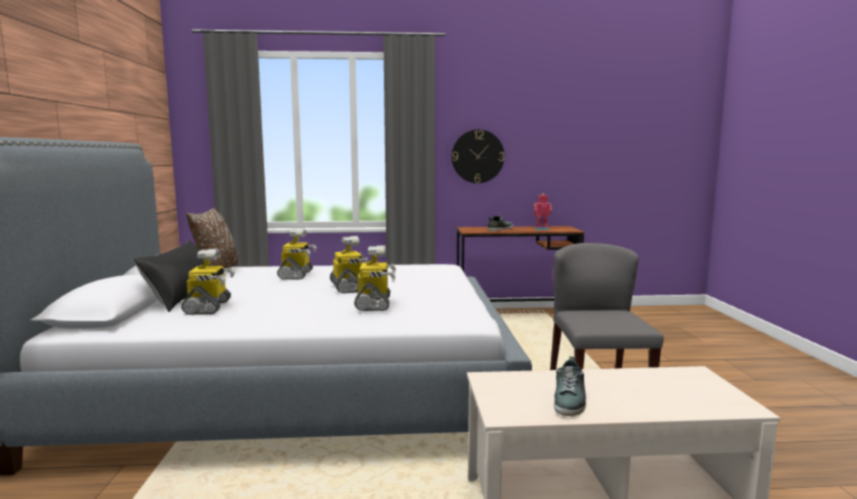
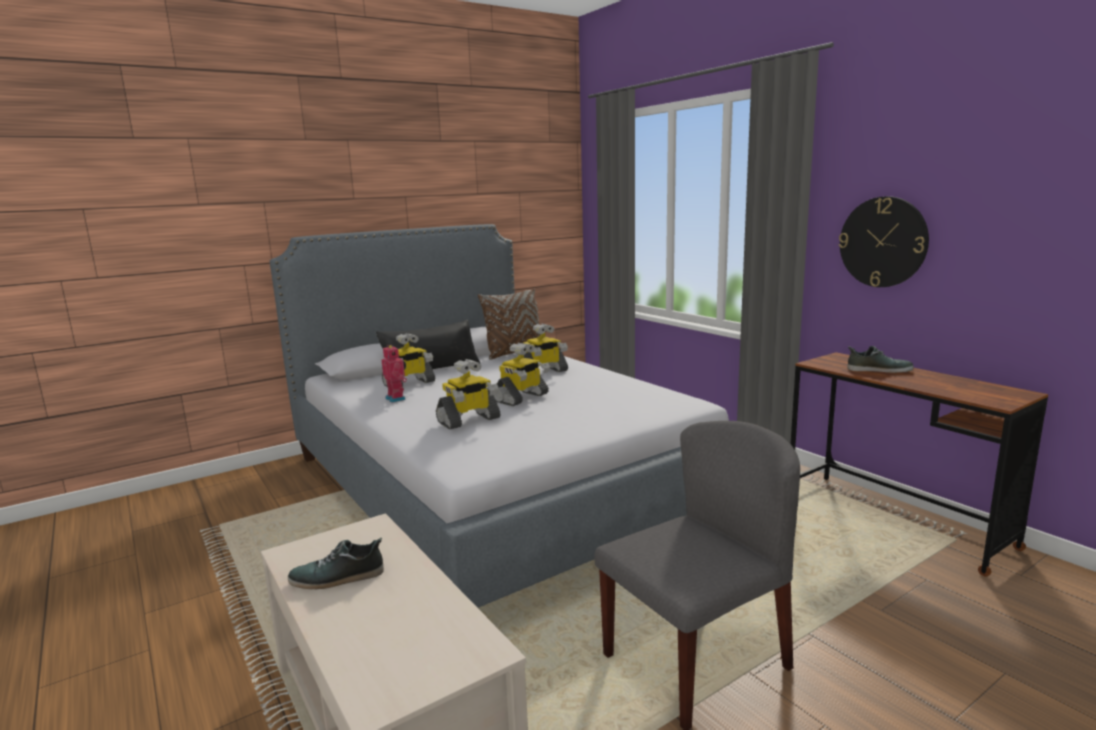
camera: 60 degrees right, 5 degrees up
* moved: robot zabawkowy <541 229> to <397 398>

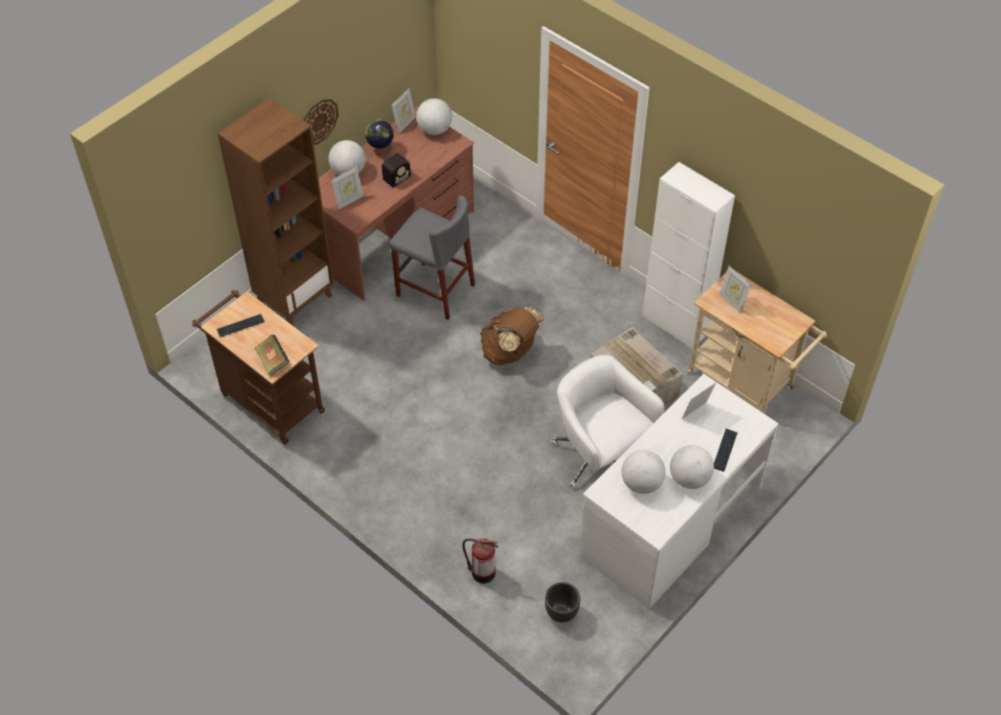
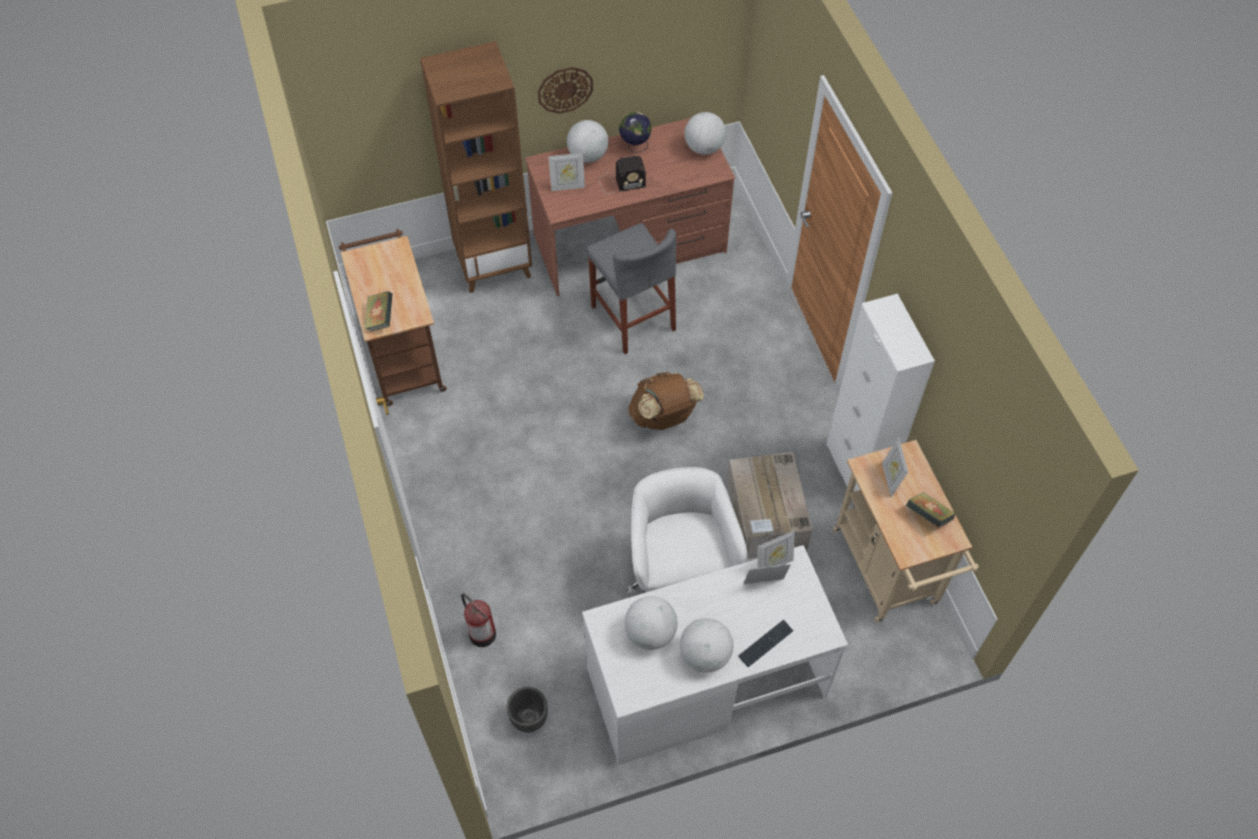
camera: 30 degrees right, 5 degrees up
* removed: klawiatura <240 326>
* moved: ramka na zdjęcie <404 124> to <773 564>
* added: książka <928 516>

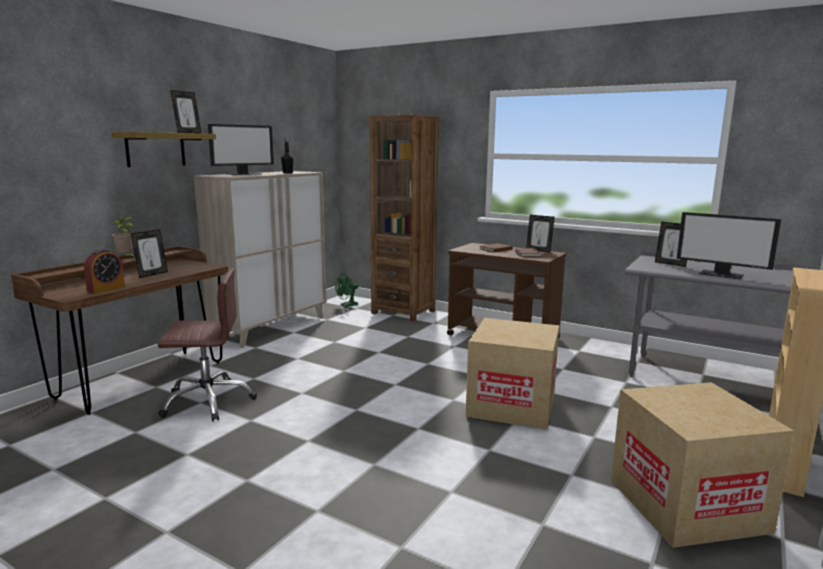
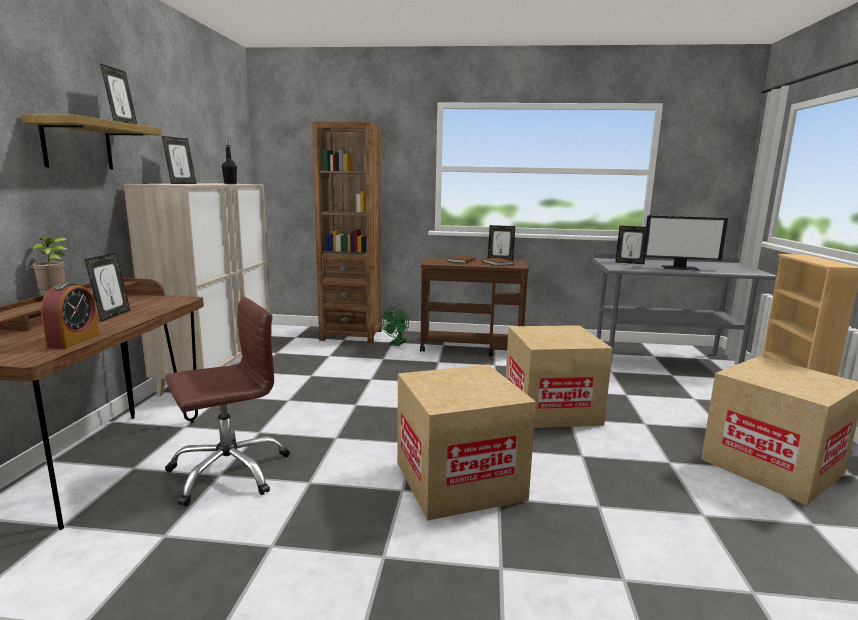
camera: 25 degrees left, 0 degrees up
* replaced: monitor <244 174> to ramka na zdjęcie <181 183>
* moved: wentylator [zielony] <347 305> to <396 344>
* added: karton <459 480>

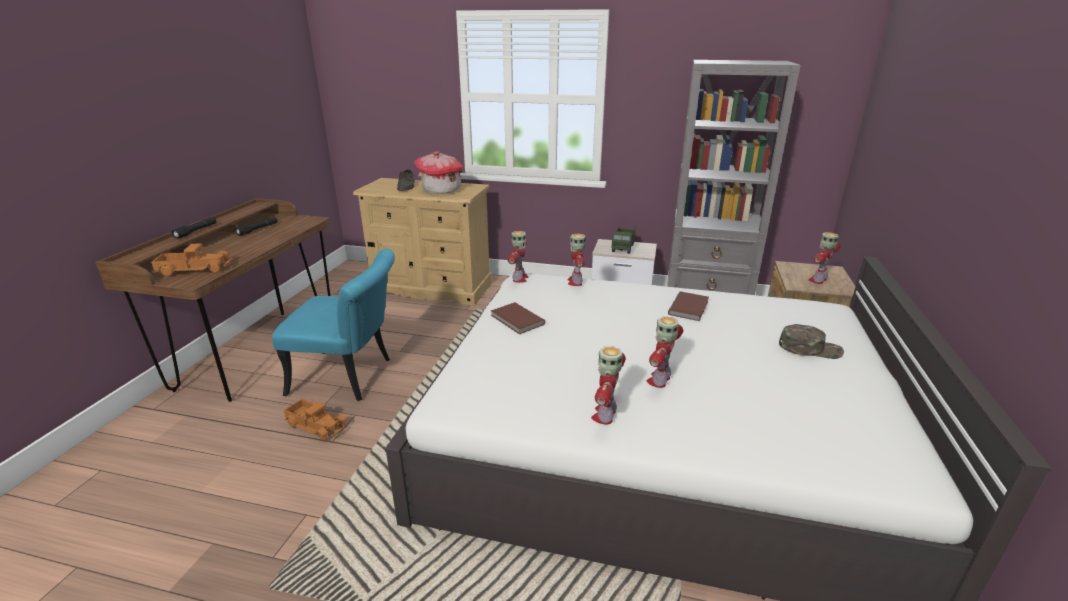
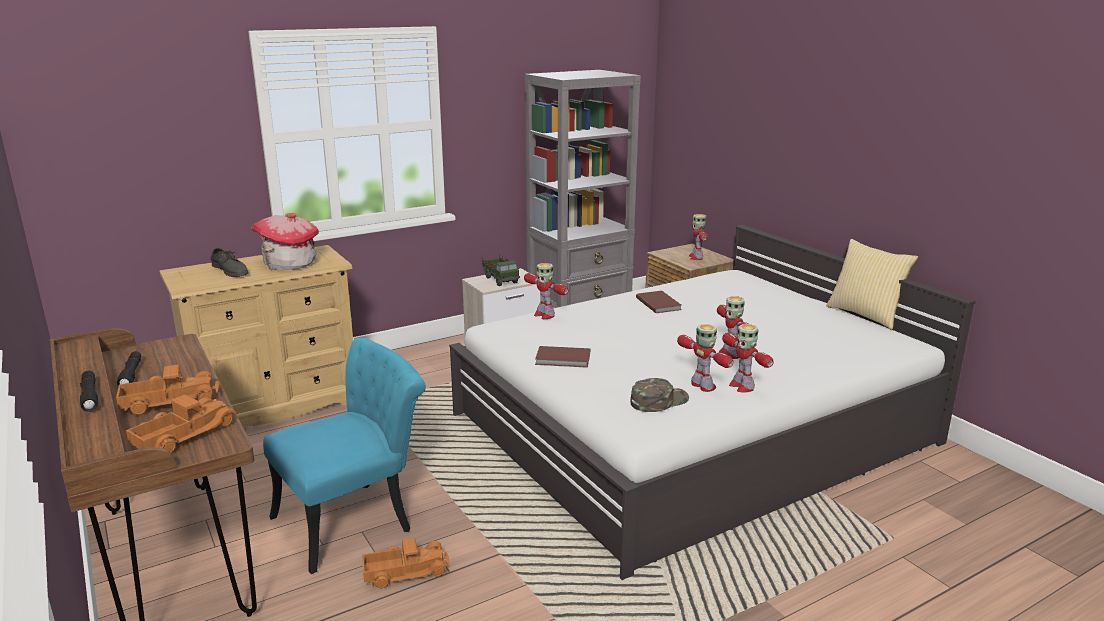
camera: 45 degrees left, 5 degrees down
* moved: robot zabawkowy <519 279> to <703 386>
* moved: czapka z daszkiem [zielony] <810 348> to <658 401>
* added: ciężarówka zabawkowa <169 401>
* added: poduszka <865 315>

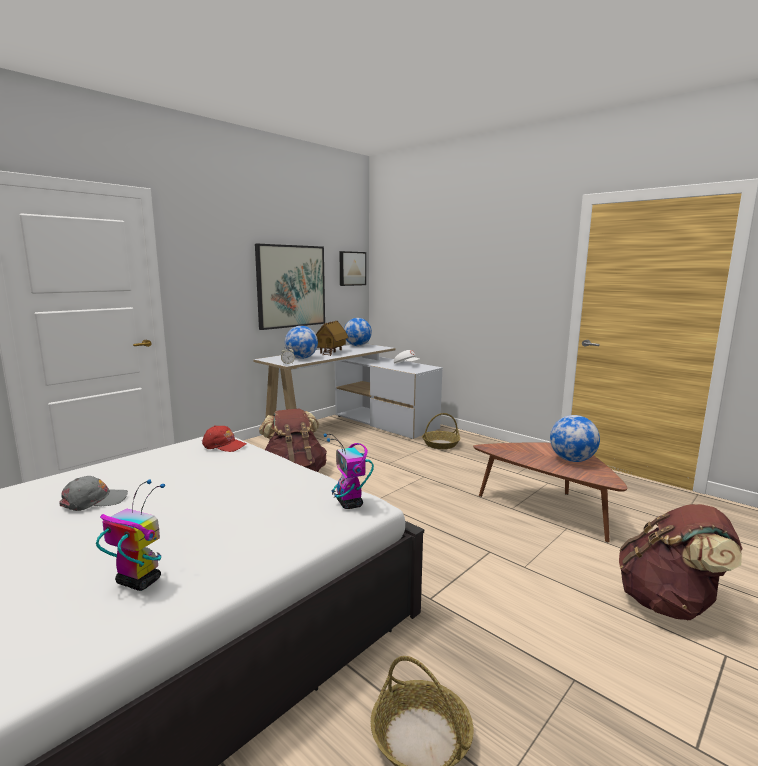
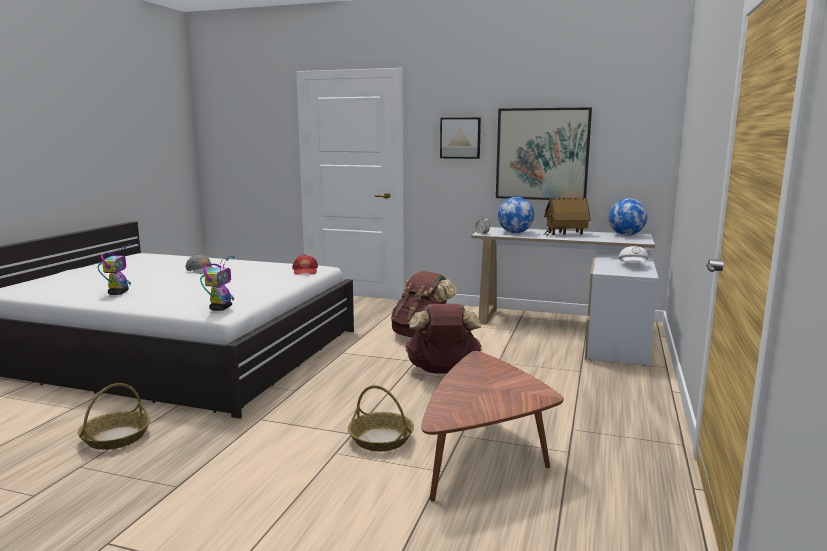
camera: 65 degrees right, 0 degrees up
* turned: robot zabawkowy <349 503> = <221 308> 150 degrees clockwise
* moved: obraz <351 268> to <460 138>
* moved: koszyk <441 444> to <381 439>
* removed: globus <572 460>
* moved: plecak [brązowy] <669 603> to <443 371>

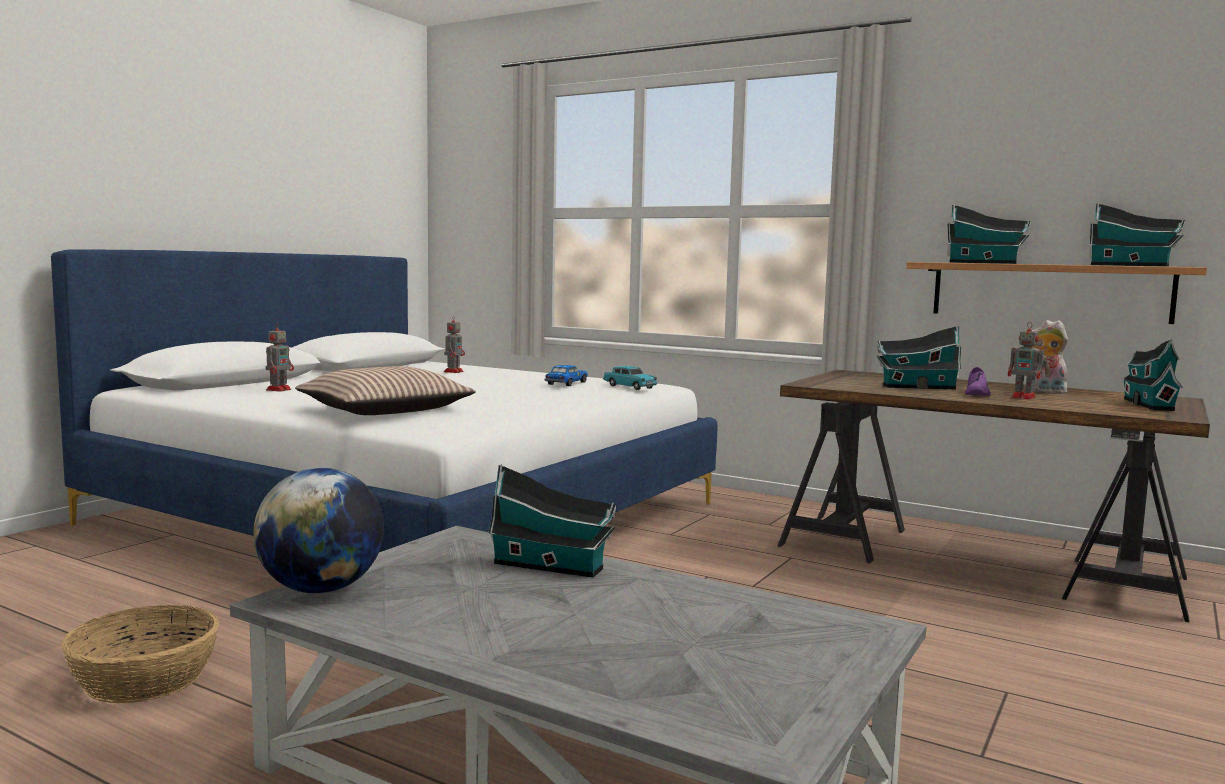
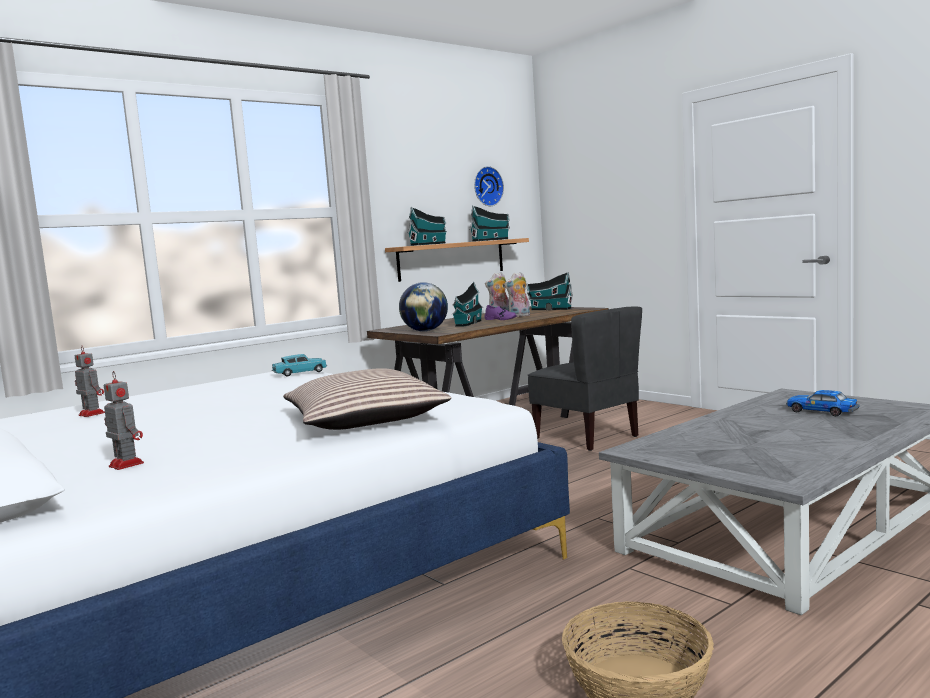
camera: 70 degrees left, 0 degrees up
* moved: globus <321 589> to <425 331>
* removed: domek <552 567>
* moved: samochodzik <566 383> to <822 412>
* replaced: robot zabawkowy <1025 397> to pluszak <519 316>
* added: zegar ścienny <486 186>
* added: krzesło [szary] <587 437>

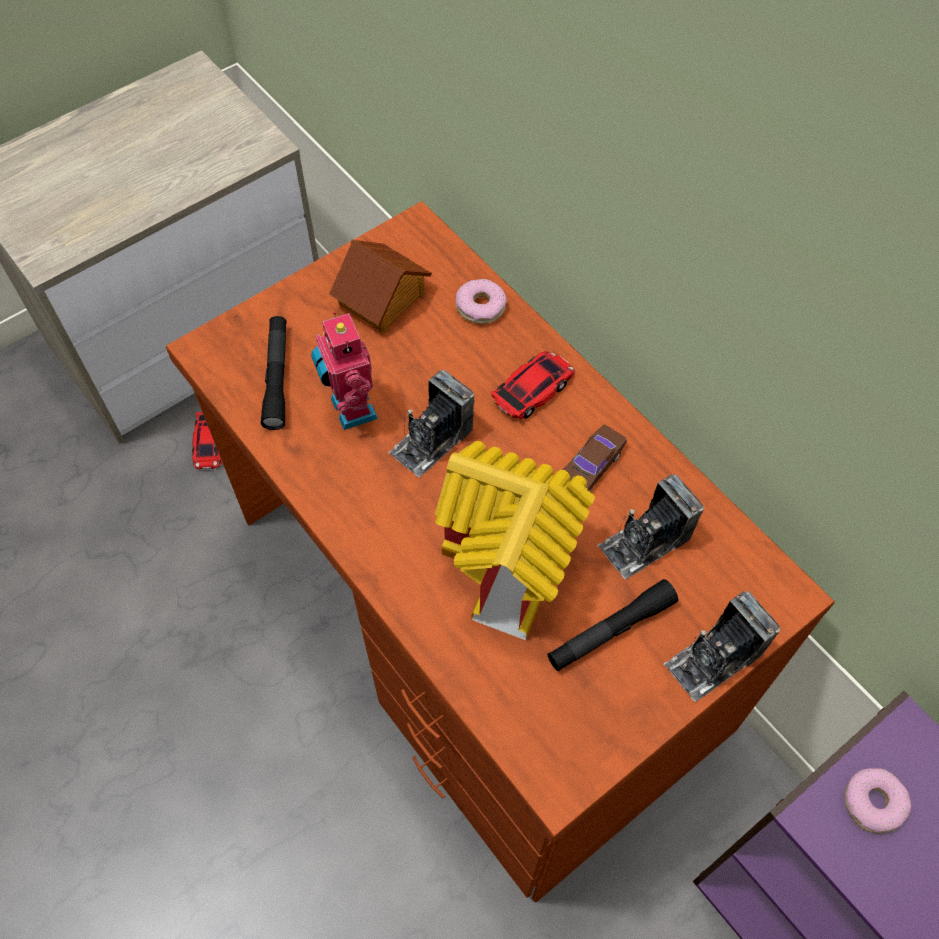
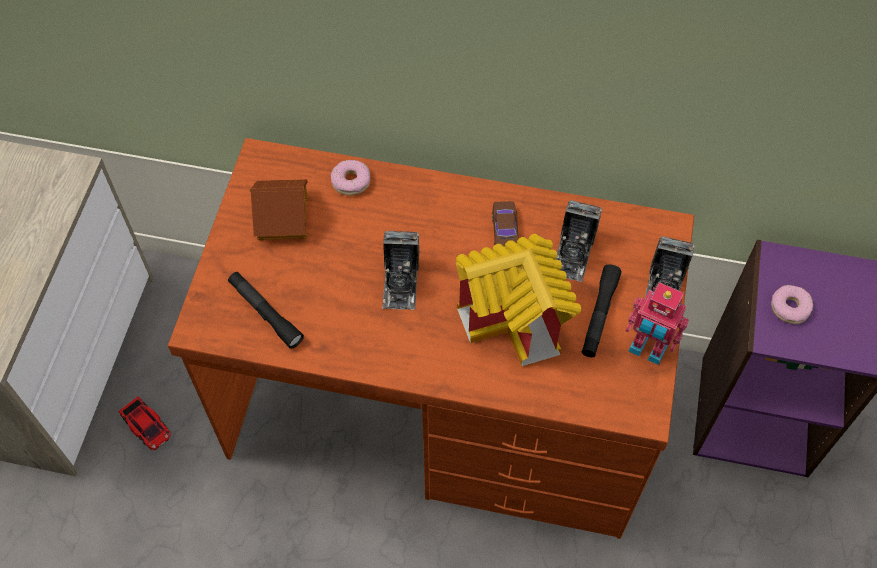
camera: 40 degrees left, 0 degrees up
* moved: robot zabawkowy <350 409> to <647 349>
* removed: samochodzik <533 388>

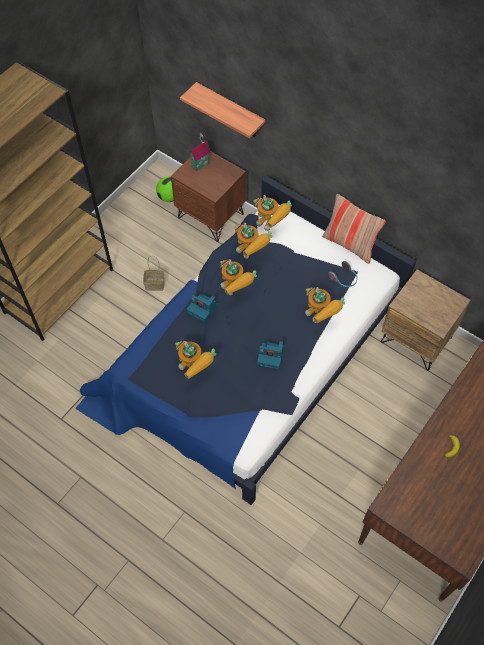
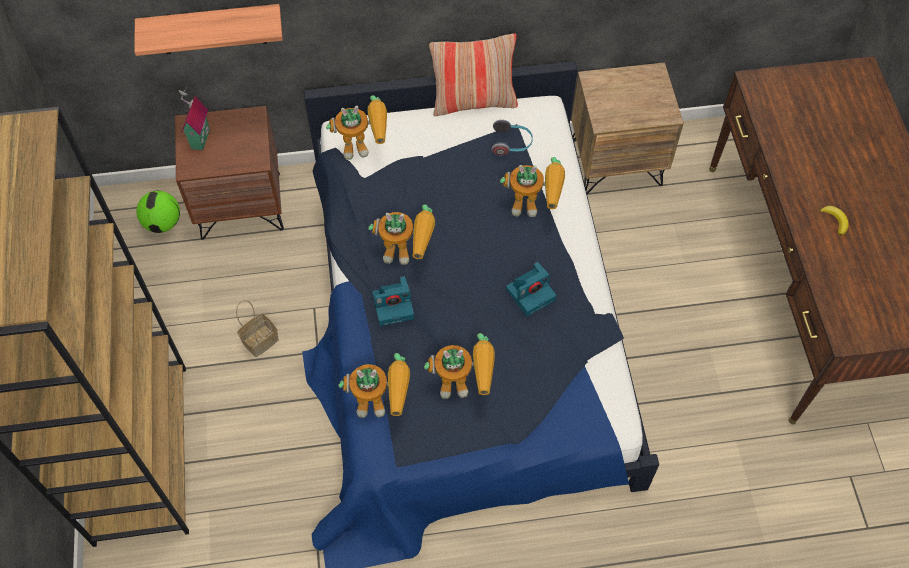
camera: 45 degrees left, 0 degrees up
* moved: robot zabawkowy <251 253> to <383 403>

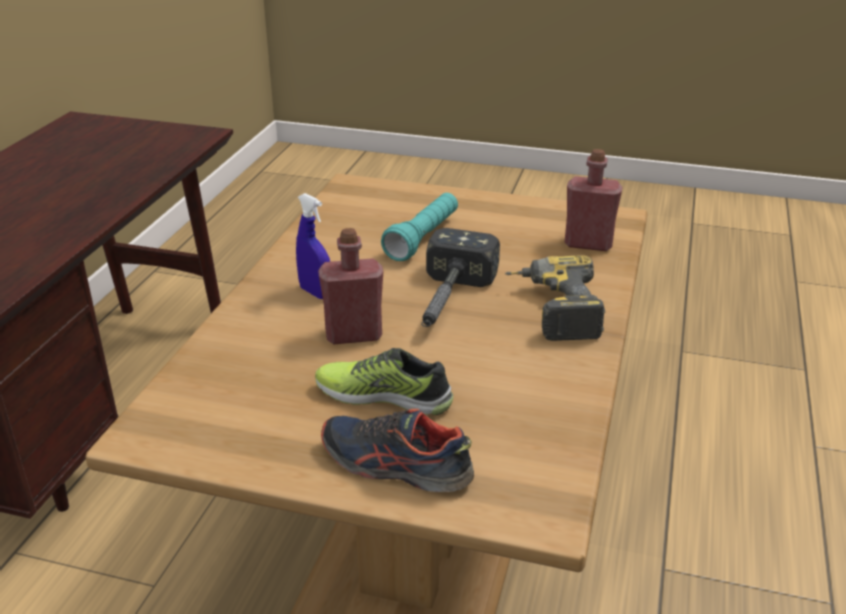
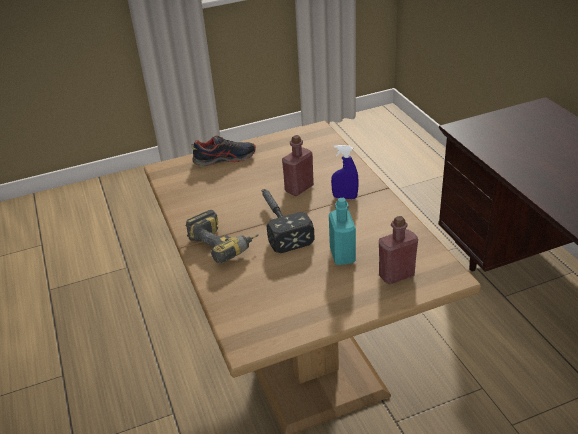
camera: 145 degrees right, 5 degrees up
* removed: but <384 395>
* replaced: latarka [turkusowy] <423 239> to butelka [turkusowy] <342 255>
* moved: butelka [czerwony] <588 244> to <396 275>

